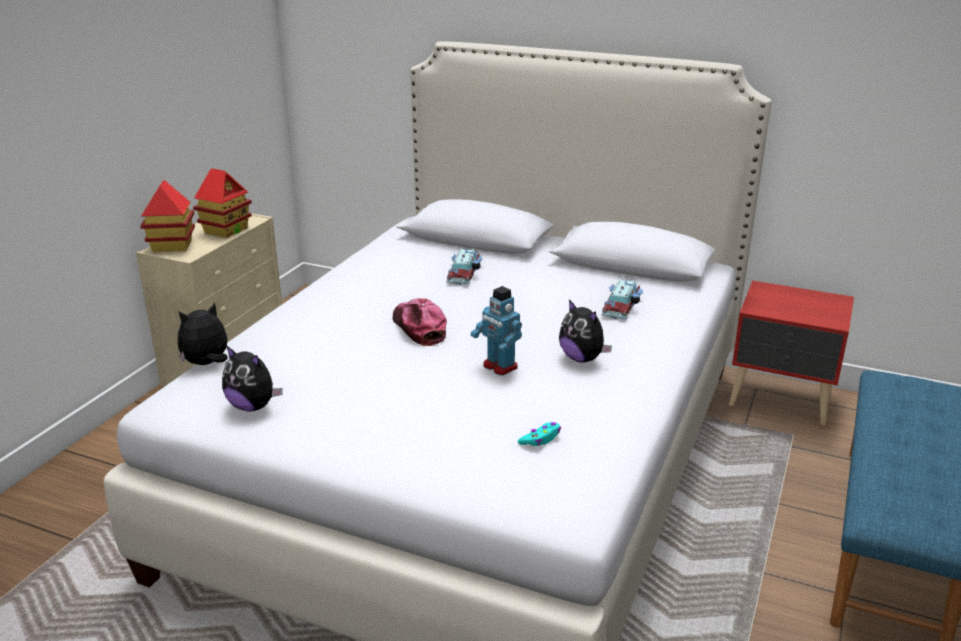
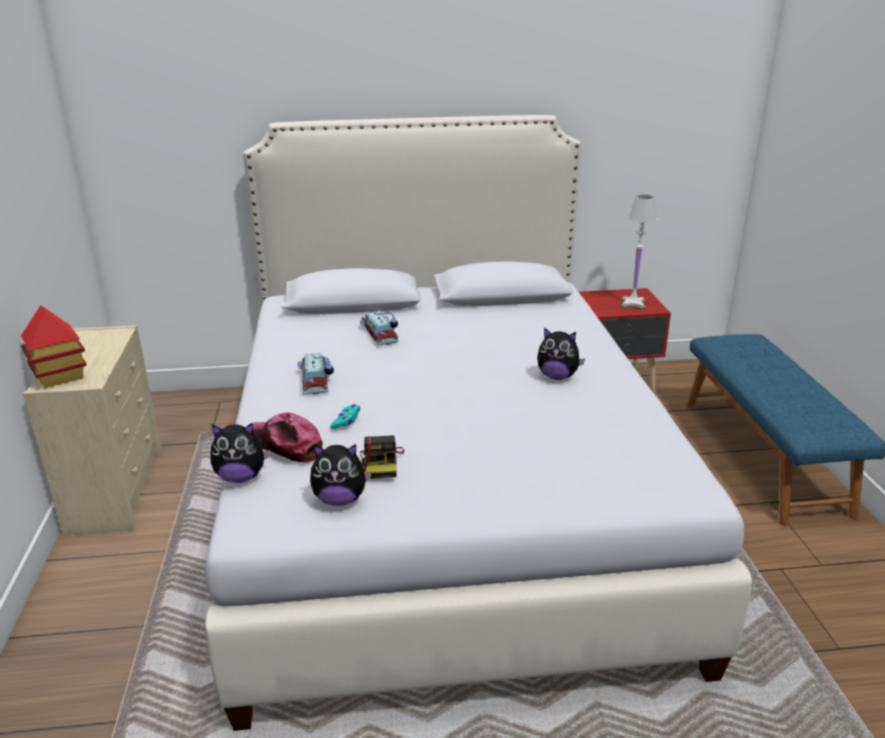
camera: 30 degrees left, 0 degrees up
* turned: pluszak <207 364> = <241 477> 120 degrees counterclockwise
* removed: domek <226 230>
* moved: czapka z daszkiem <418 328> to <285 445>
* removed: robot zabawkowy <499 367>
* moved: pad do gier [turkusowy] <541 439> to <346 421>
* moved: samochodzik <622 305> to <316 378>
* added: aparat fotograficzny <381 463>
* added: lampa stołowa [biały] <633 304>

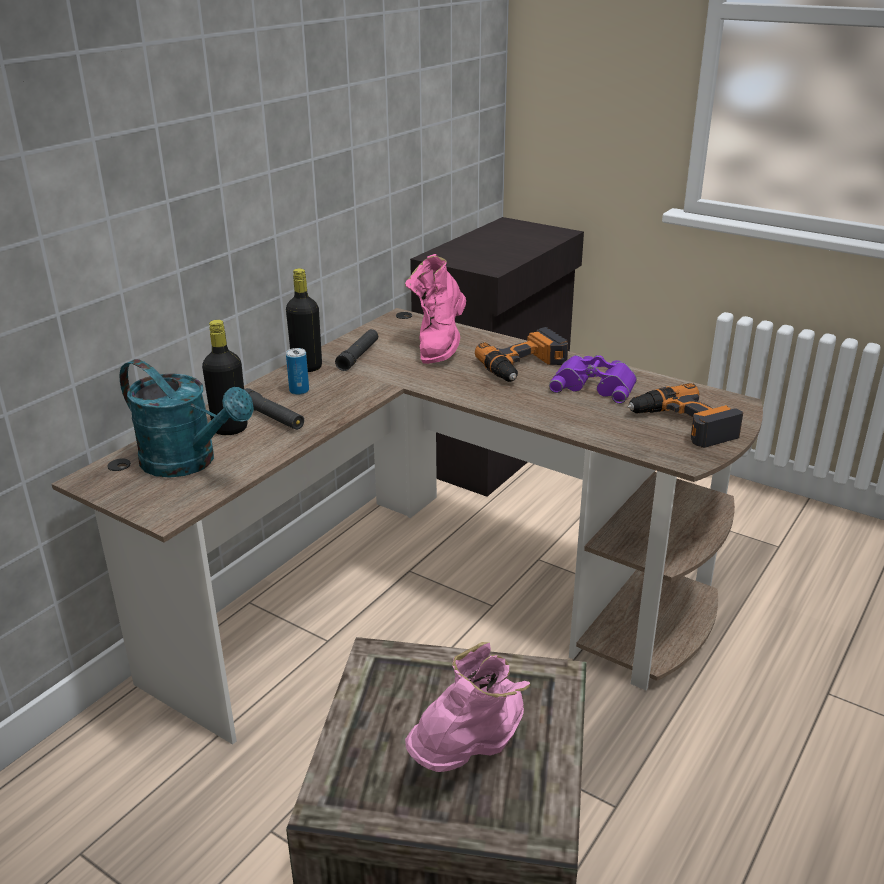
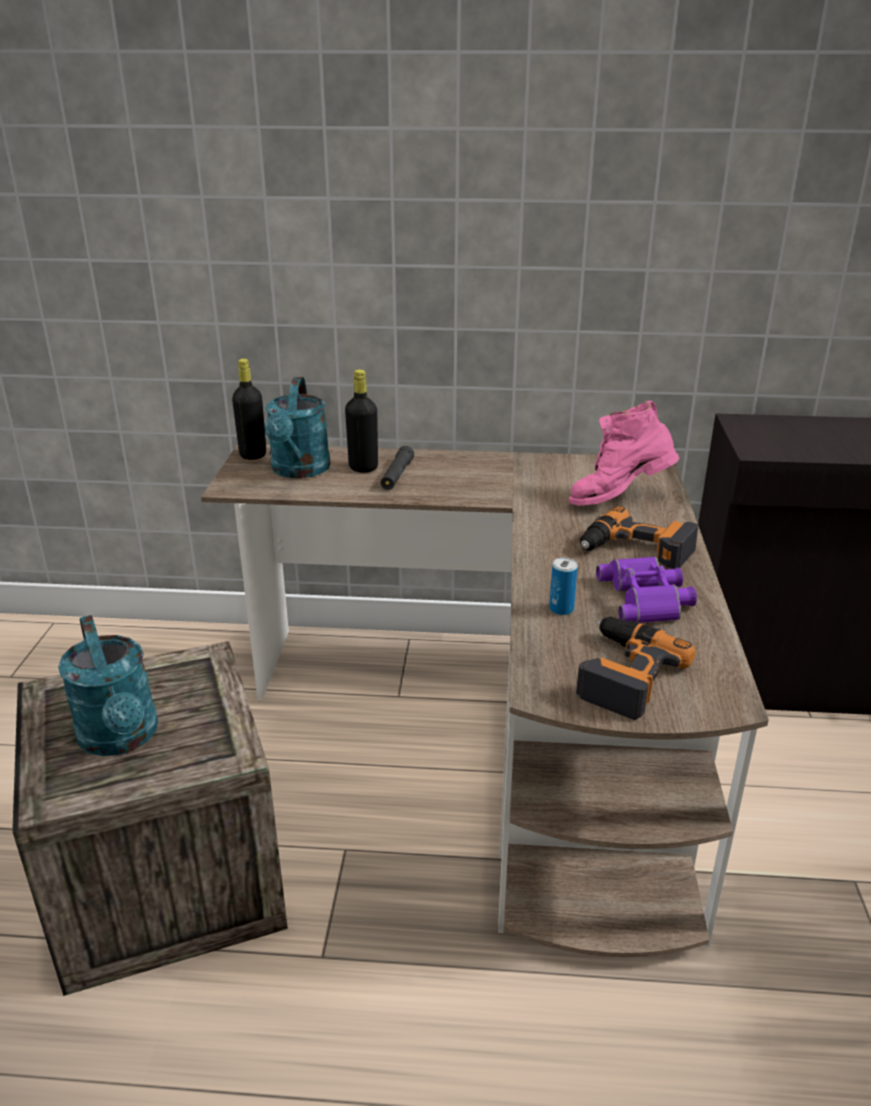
camera: 60 degrees right, 0 degrees up
* moved: butelka [czarny] <307 367> to <253 455>
* moved: puszka <299 391> to <561 609>
* removed: latarka [czarny] <358 356>
* replaced: but z cholewką [różowy] <473 752> to konewka [turkusowy] <121 738>

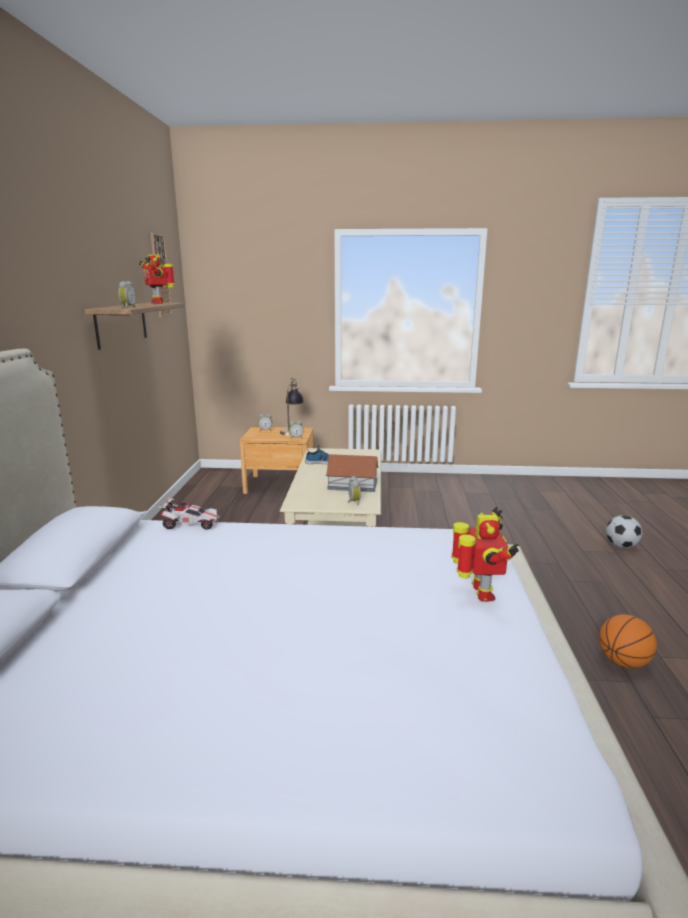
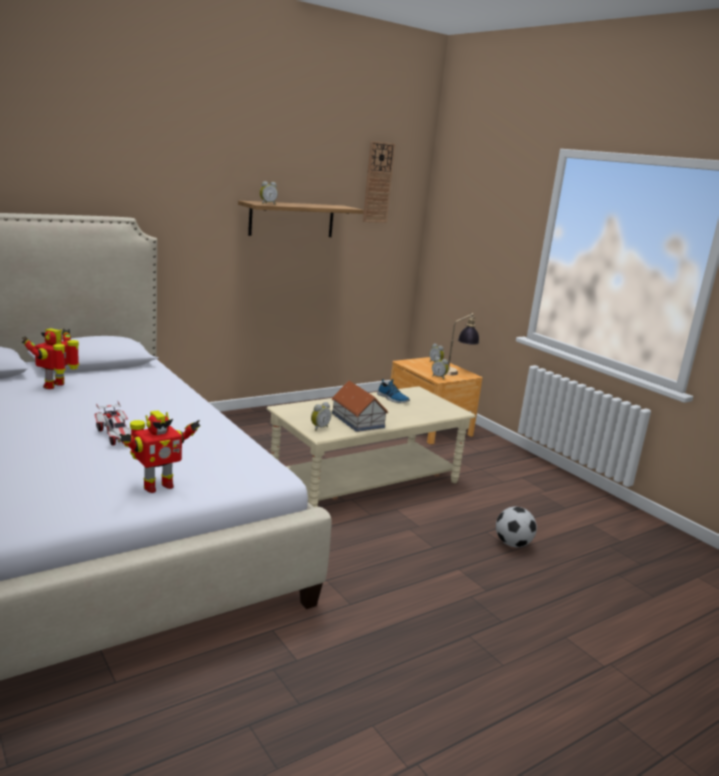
camera: 50 degrees right, 0 degrees up
* moved: robot zabawkowy <159 303> to <56 386>
* moved: samochodzik <191 524> to <116 436>
* removed: piłka do koszykówki <623 662>
* moved: piłka futbolowa <621 546> to <512 544>

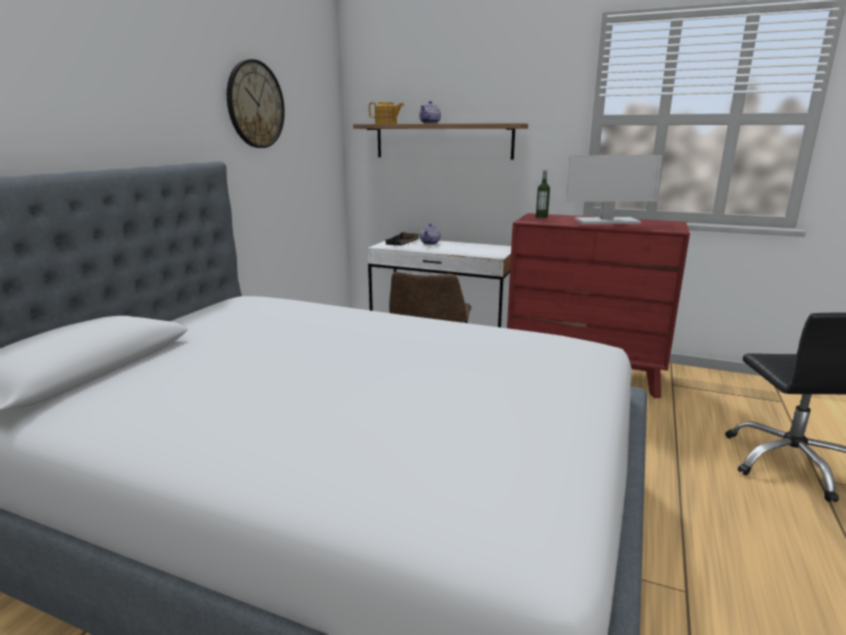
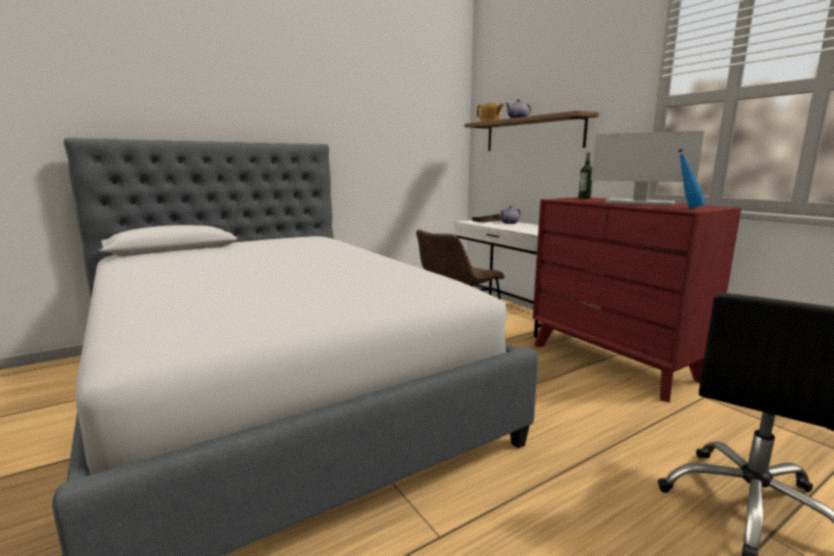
camera: 35 degrees right, 5 degrees down
* removed: zegar ścienny <255 104>
* added: butelka [niebieski] <687 208>

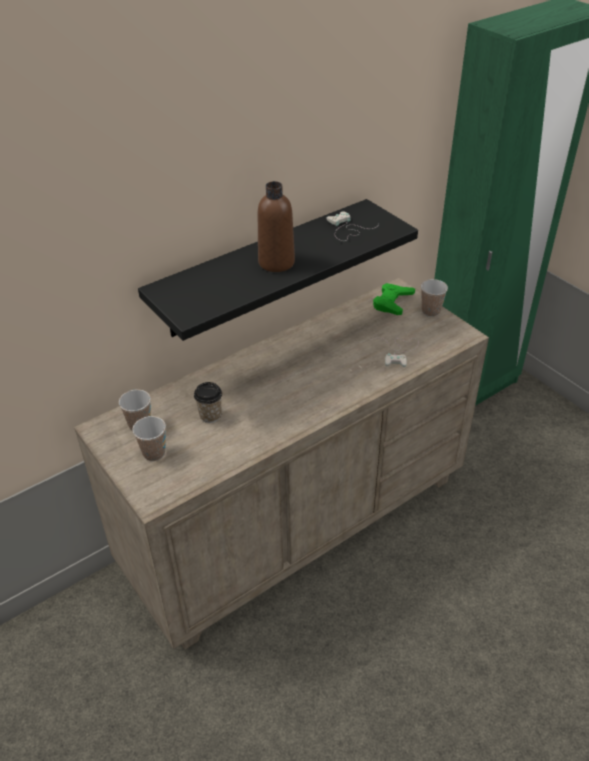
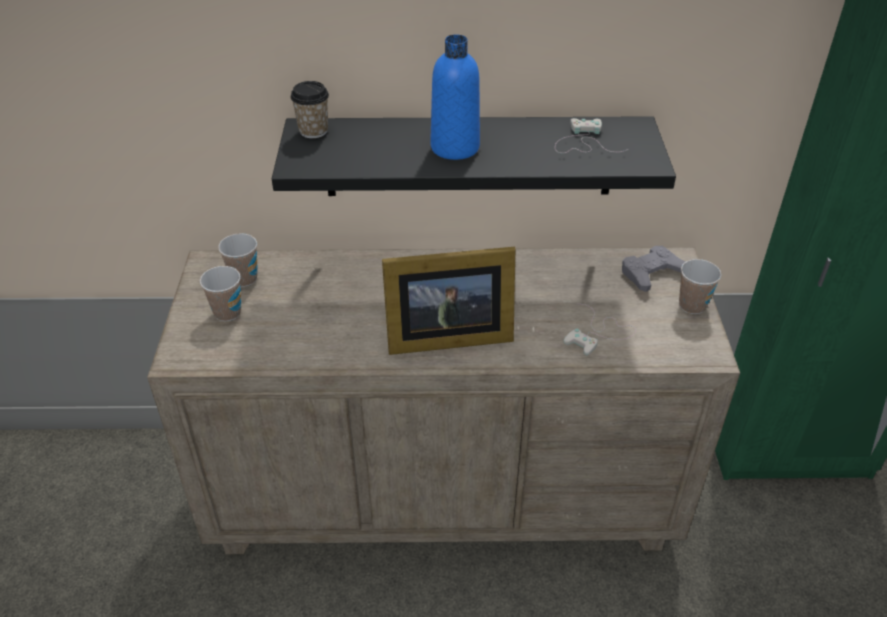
camera: 35 degrees right, 0 degrees up
* moved: filiżanka <210 415> to <313 131>
* recoloured: butelka [brązowy] <276 262> to butelka [niebieski] <455 147>
* recoloured: pad do gier [zielony] <392 302> to pad do gier [szary] <653 273>
* added: ramka na zdjęcie <444 336>

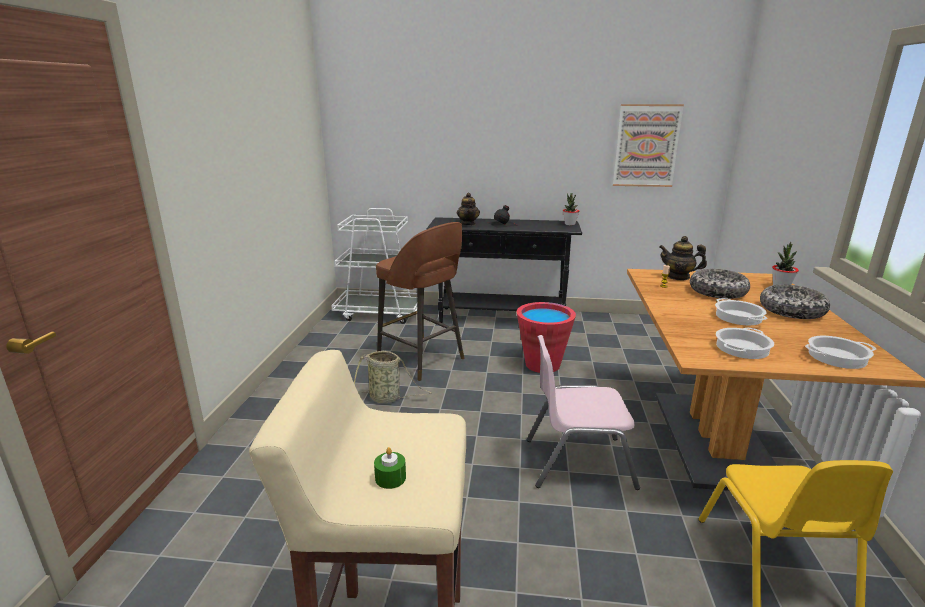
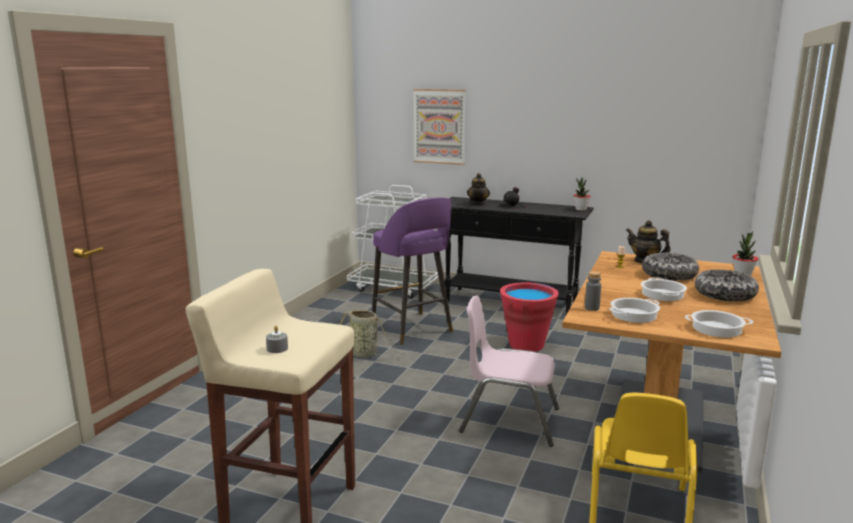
camera: 15 degrees right, 5 degrees down
* recoloured: świeca [zielony] <390 478> to świeca [szary] <277 348>
* recoloured: stołek [brązowy] <422 360> to stołek [fioletowy] <412 329>
* moved: obraz <646 146> to <439 126>
* added: butelka [szary] <592 308>

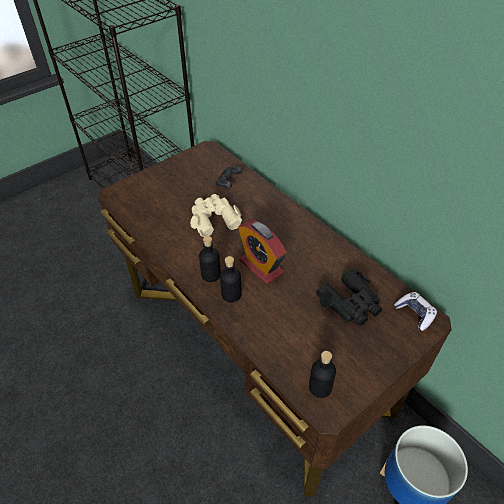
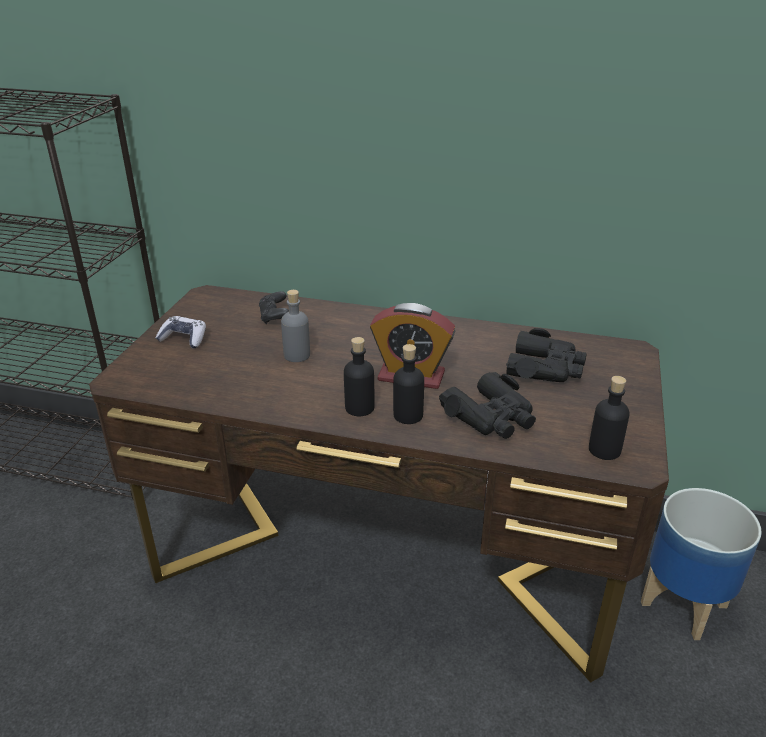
camera: 35 degrees left, 15 degrees down
* replaced: lornetka [beżowy] <213 218> to butelka [szary] <297 355>
* moved: pad do gier <415 313> to <184 339>
* added: lornetka [czarny] <491 417>

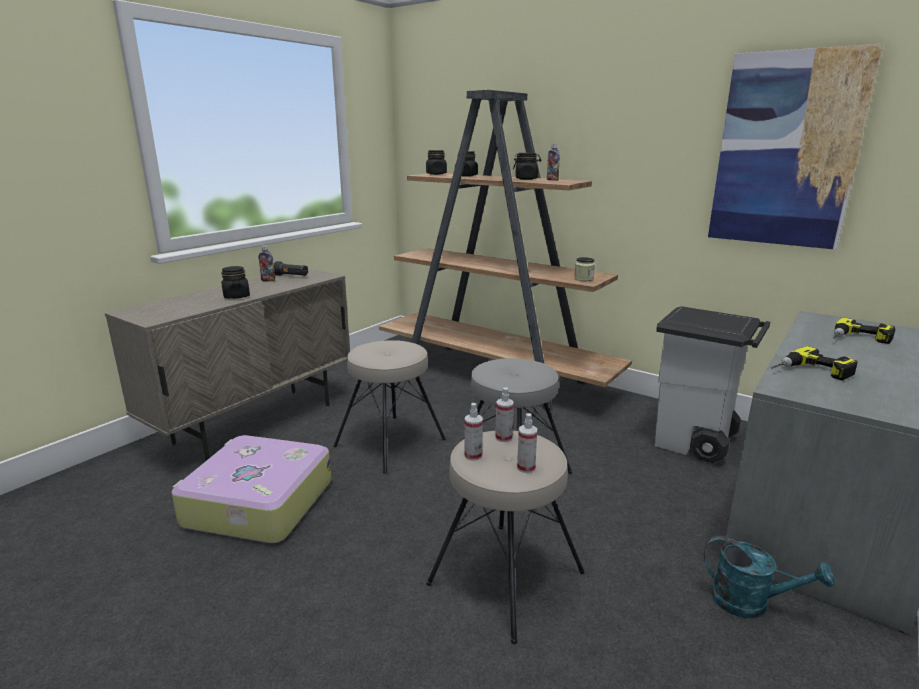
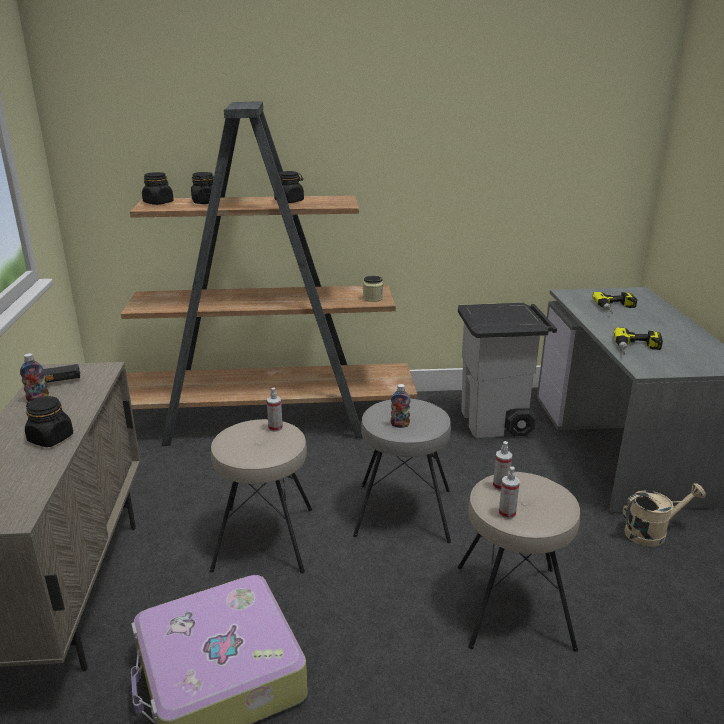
camera: 40 degrees left, 5 degrees up
* moved: spryskiwacz <526 468> to <275 428>
* moved: butelka <552 180> to <400 425>
* recoloured: konewka [turkusowy] <750 603> to konewka [beżowy] <652 532>
* removed: obraz <786 151>

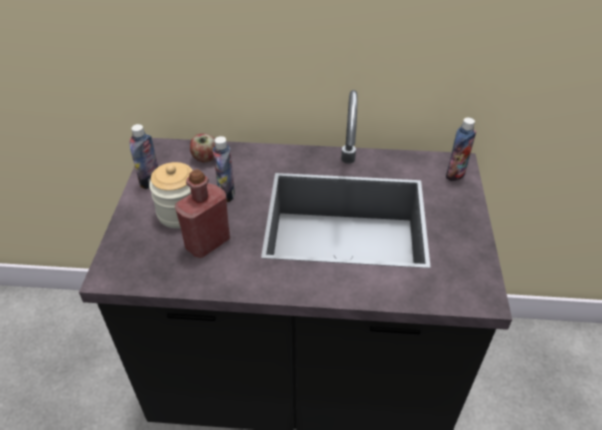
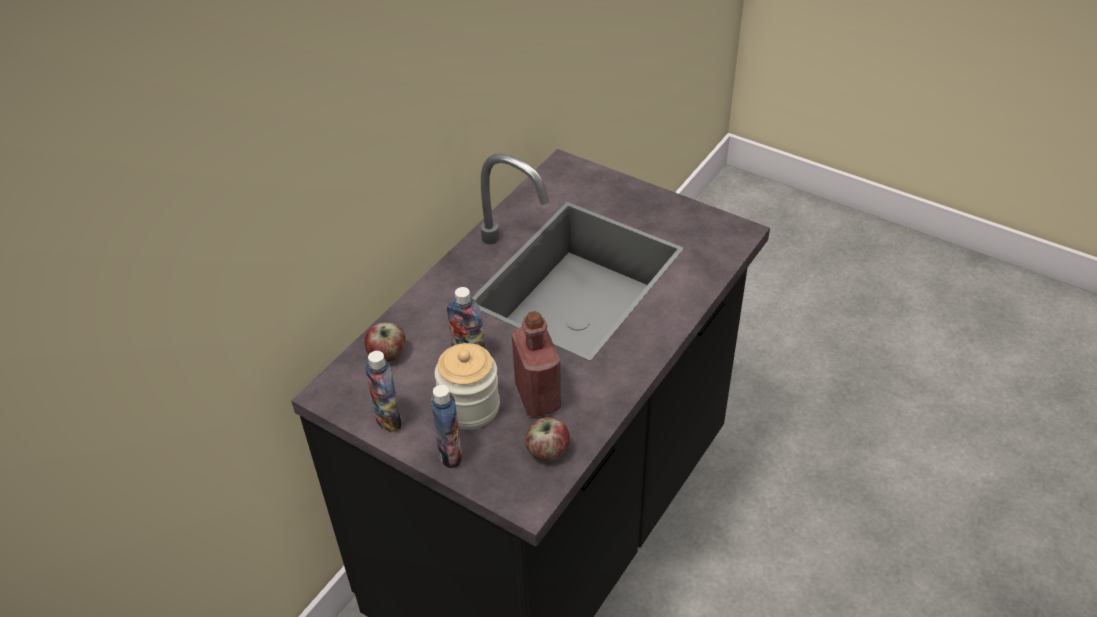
camera: 60 degrees left, 0 degrees up
* moved: butelka <455 174> to <450 454>
* added: jabłko <548 451>

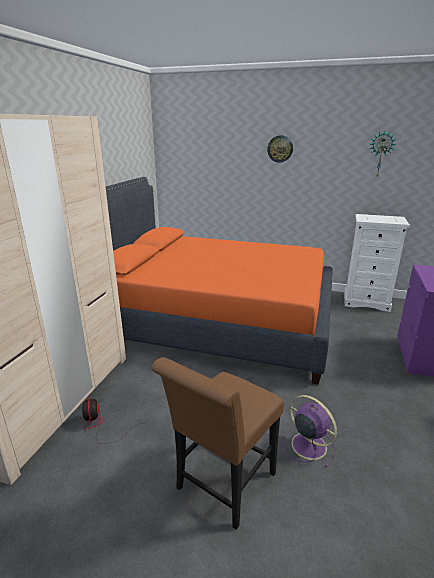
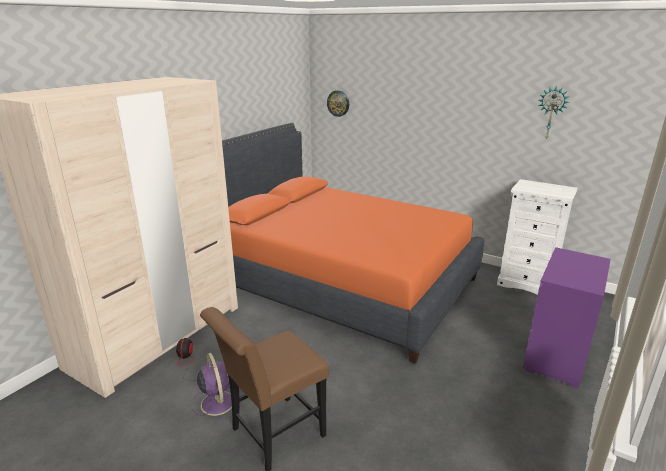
camera: 15 degrees right, 0 degrees up
* moved: zegar ścienny <280 149> to <338 103>
* moved: wentylator [fioletowy] <307 444> to <217 402>

